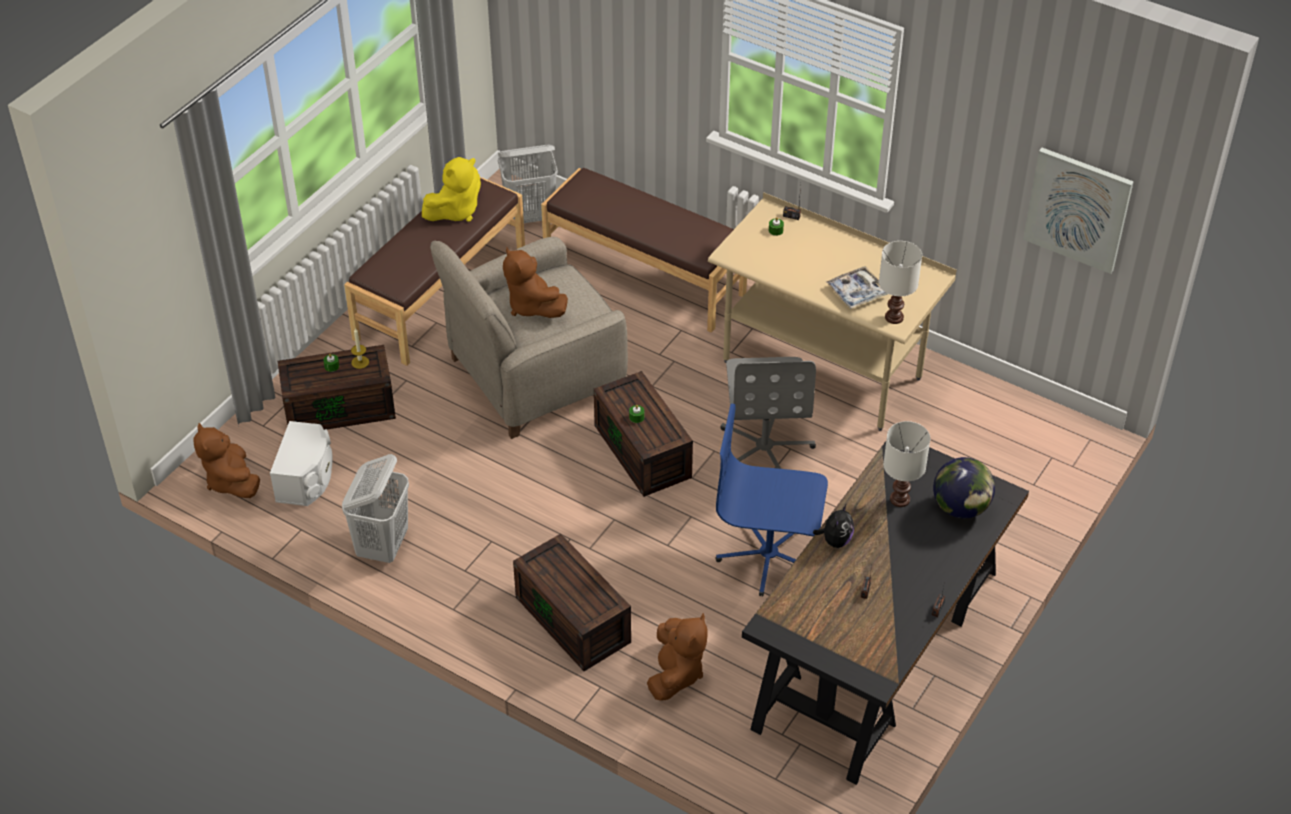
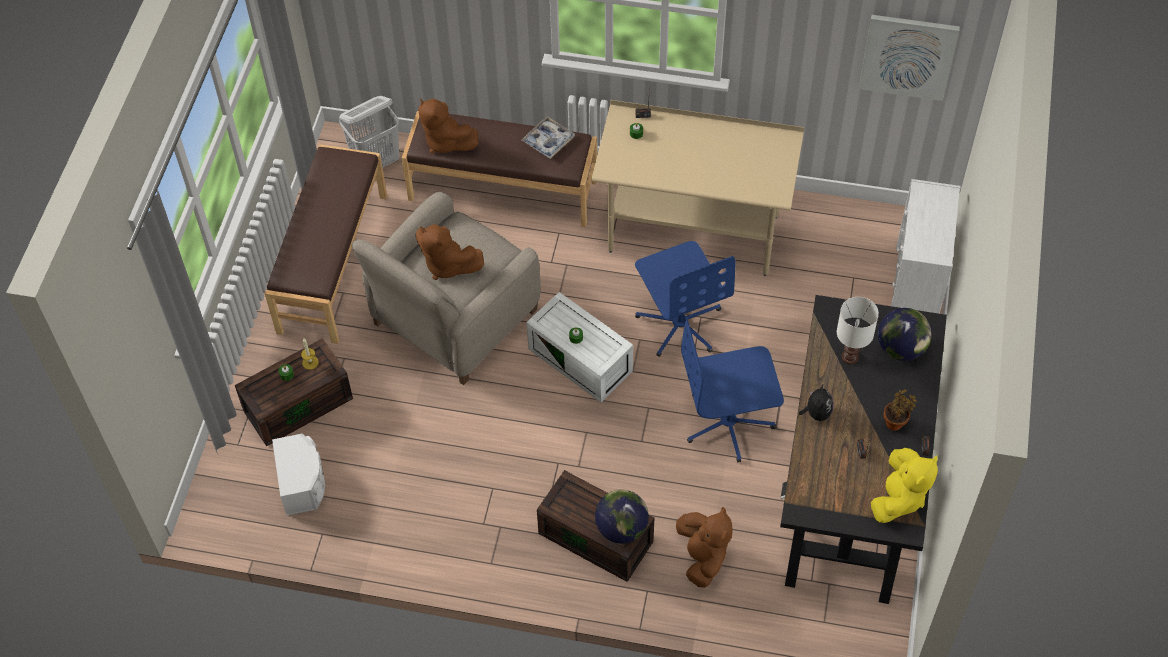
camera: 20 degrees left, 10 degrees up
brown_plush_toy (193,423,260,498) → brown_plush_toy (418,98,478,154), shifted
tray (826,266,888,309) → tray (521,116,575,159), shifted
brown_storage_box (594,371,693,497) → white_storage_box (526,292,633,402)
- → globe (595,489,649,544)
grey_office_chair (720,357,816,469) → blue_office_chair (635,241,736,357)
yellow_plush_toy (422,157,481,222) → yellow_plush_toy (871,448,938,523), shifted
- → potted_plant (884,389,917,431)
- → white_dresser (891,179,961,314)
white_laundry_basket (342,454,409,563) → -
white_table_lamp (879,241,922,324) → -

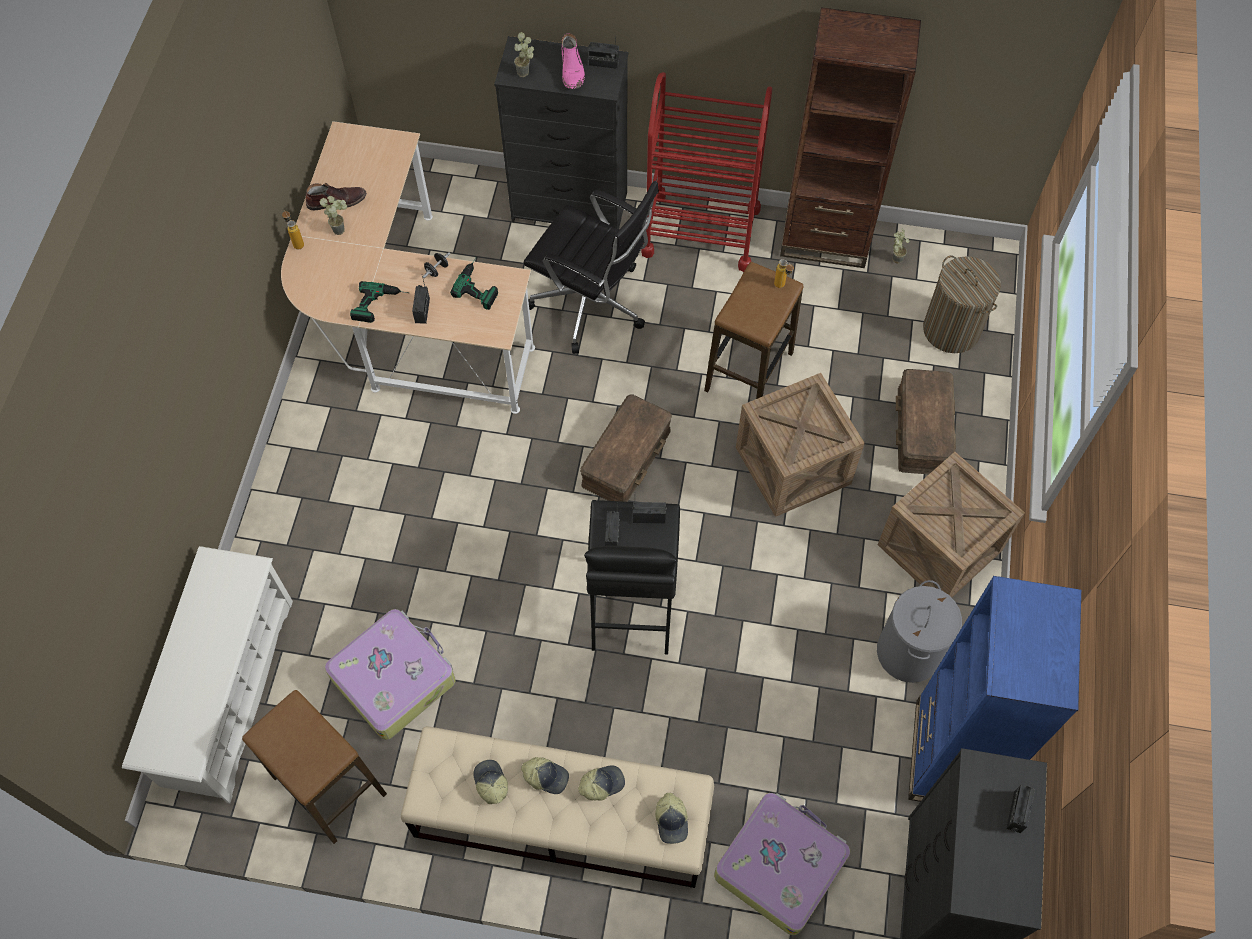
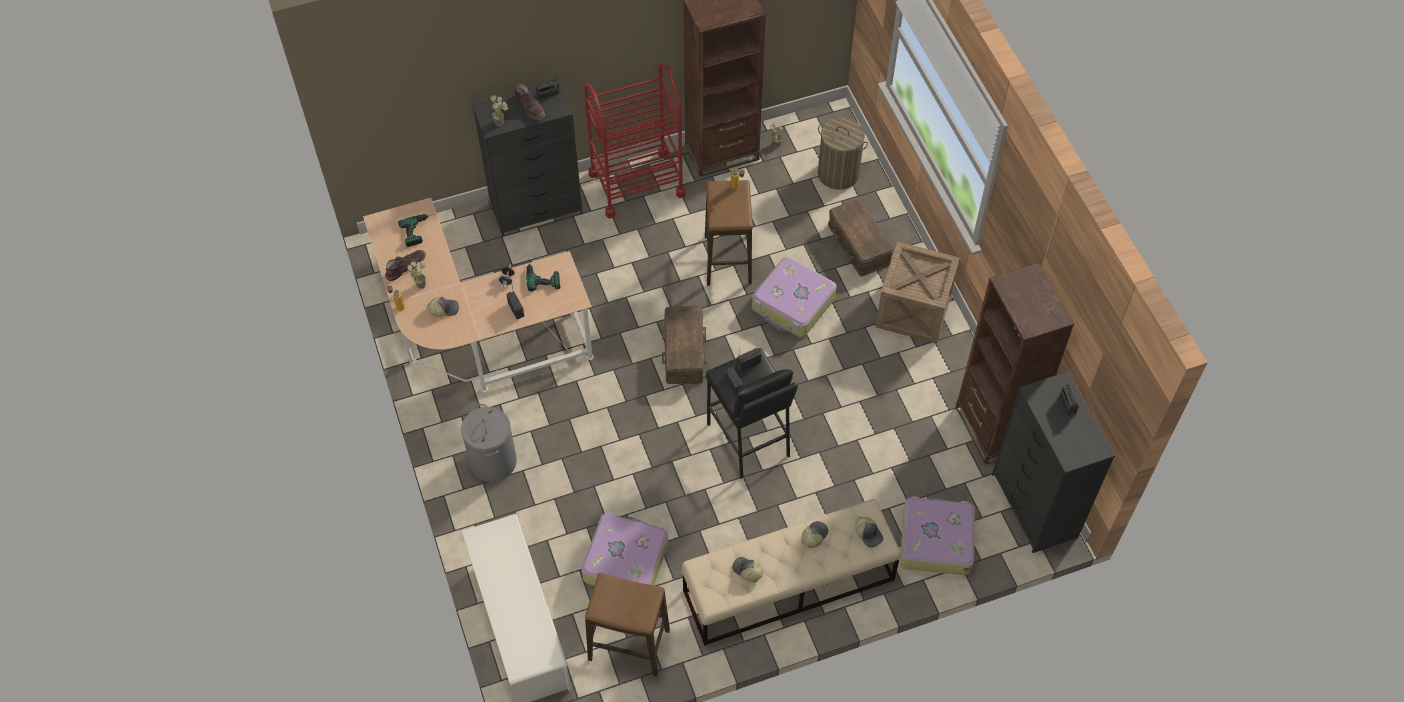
camera: 30 degrees left, 5 degrees down
power_drill (350,281,409,323) → power_drill (398,214,434,247), shifted
cap (521,757,569,794) → cap (427,296,459,317), shifted
grey_laundry_basket (877,580,962,683) → grey_laundry_basket (461,404,517,482), shifted
pink_boot (562,33,585,89) → brown_boot (515,83,545,120)
crate (736,373,865,517) → suitcase (752,257,837,337)
blue_bookcase (908,576,1081,802) → brown_bookcase (956,263,1074,465)
black_office_chair (523,181,659,354) → -

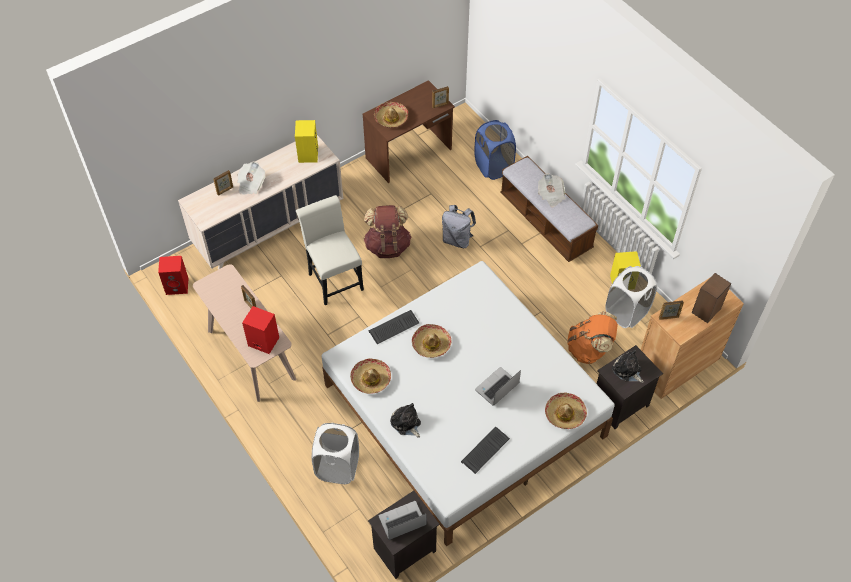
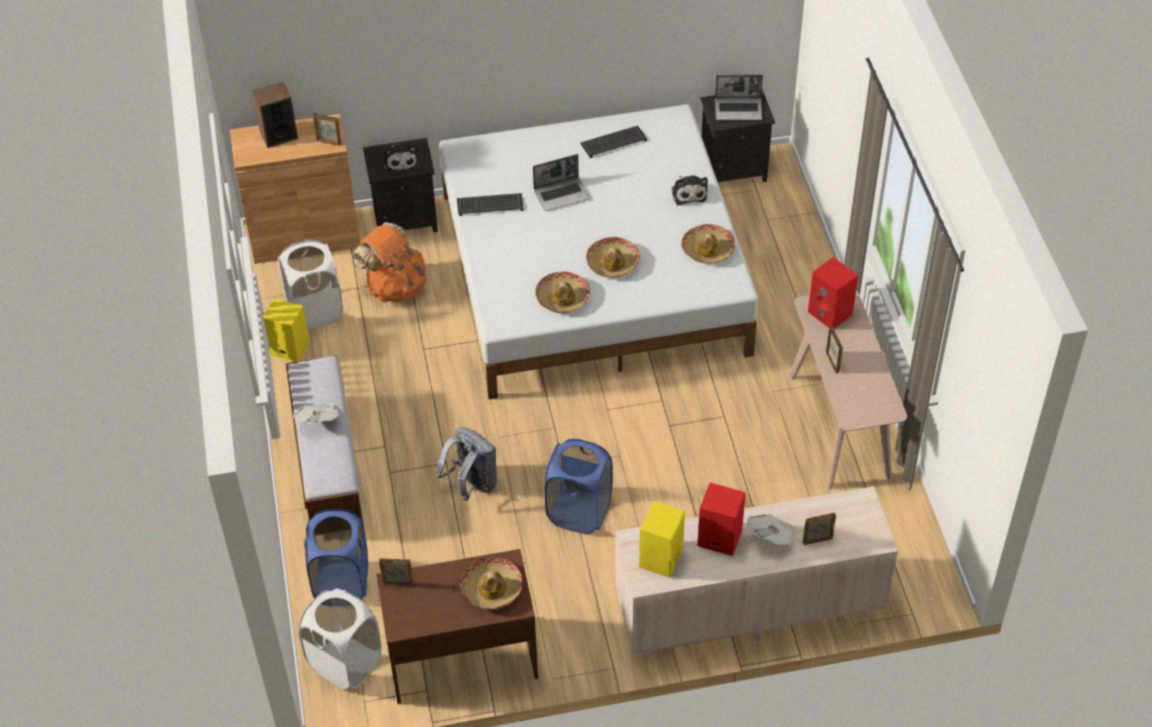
camera: 155 degrees left, 5 degrees down
white_laundry_basket (312,423,359,484) → white_laundry_basket (299,589,382,690), shifted
keyboard (368,310,419,344) → keyboard (457,193,523,216), shifted
hat (545,393,587,429) → hat (535,272,590,313), shifted
brown_backpack (364,205,411,258) → blue_laundry_basket (544,439,613,534)
red_speaker (158,256,188,295) → red_speaker (697,483,746,556), shifted
white_chair (296,195,364,305) → -

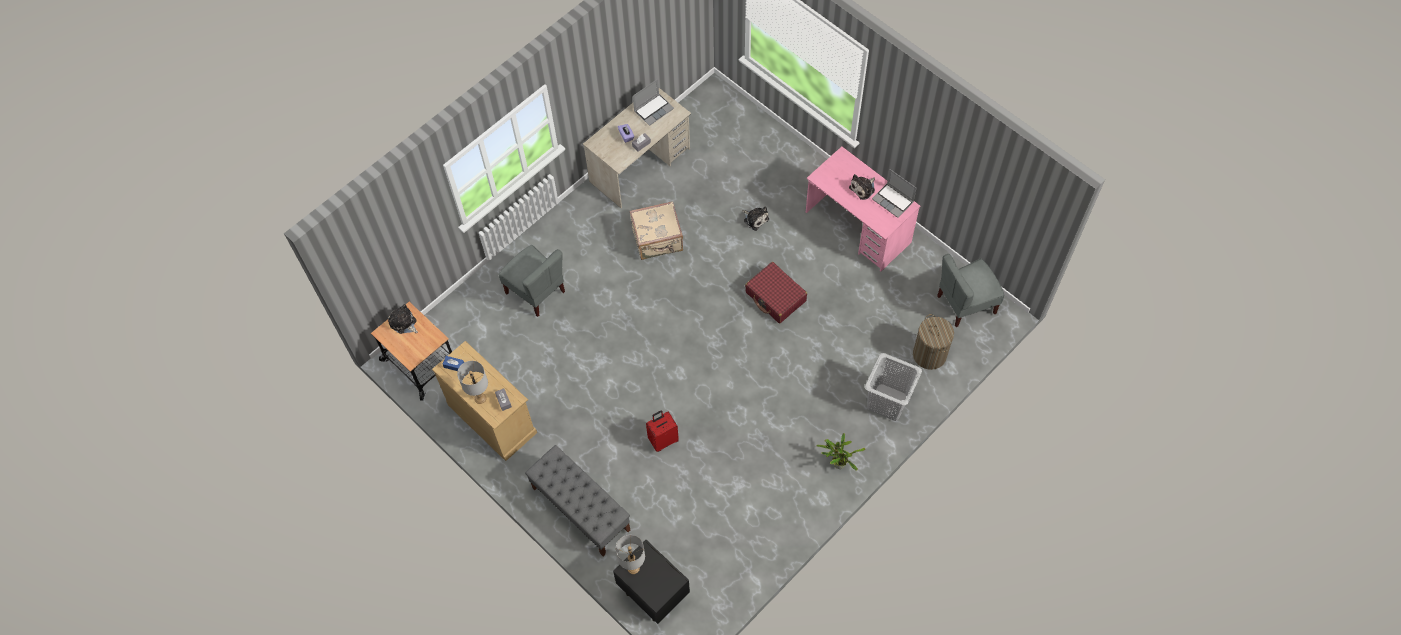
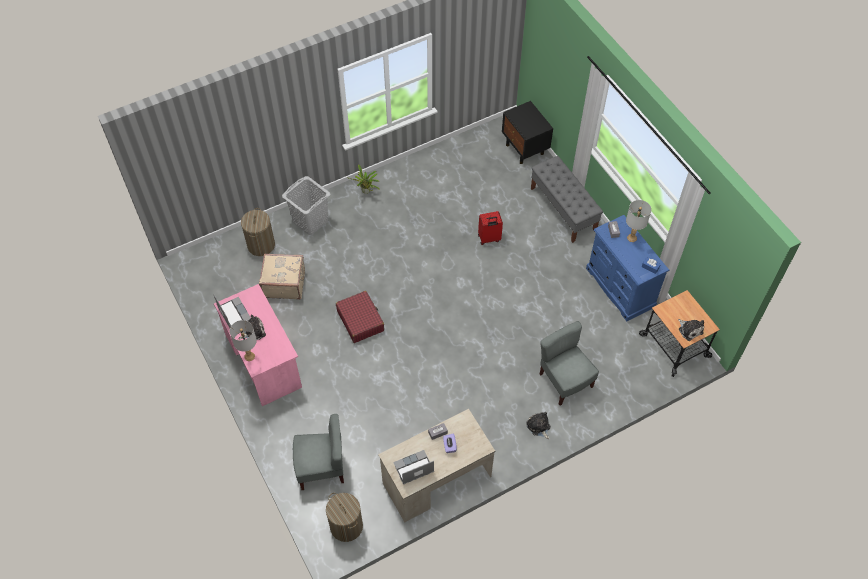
camera: 165 degrees left, 5 degrees down
grey_table_lamp (616,535,645,574) → grey_table_lamp (230,320,257,361), shifted
beige_suitcase (630,201,683,260) → beige_suitcase (259,253,305,299), shifted
grey_chair (937,254,1004,327) → grey_chair (293,414,344,490), shifted
- → laundry_basket (326,493,363,542)
plush_toy (742,206,769,231) → plush_toy (526,412,550,439), shifted
beige_dresser (432,341,537,461) → blue_dresser (586,215,669,321)

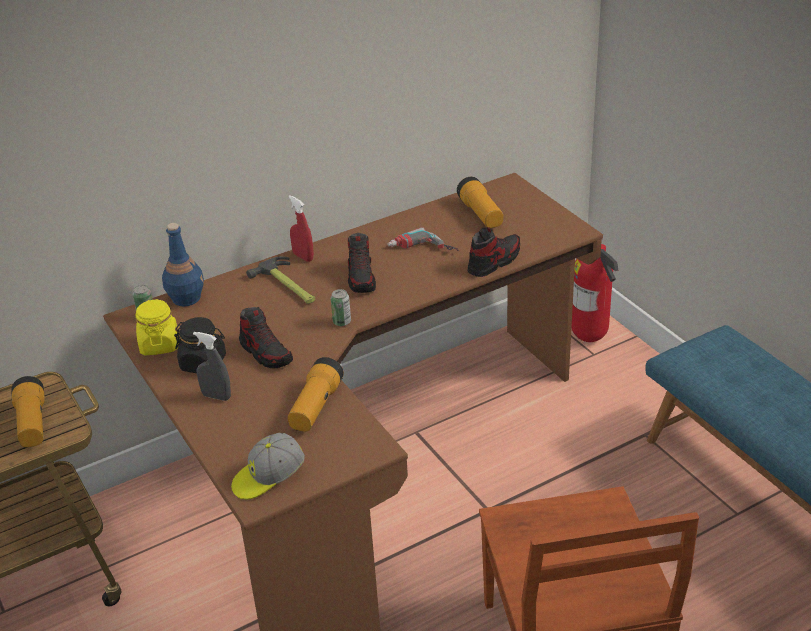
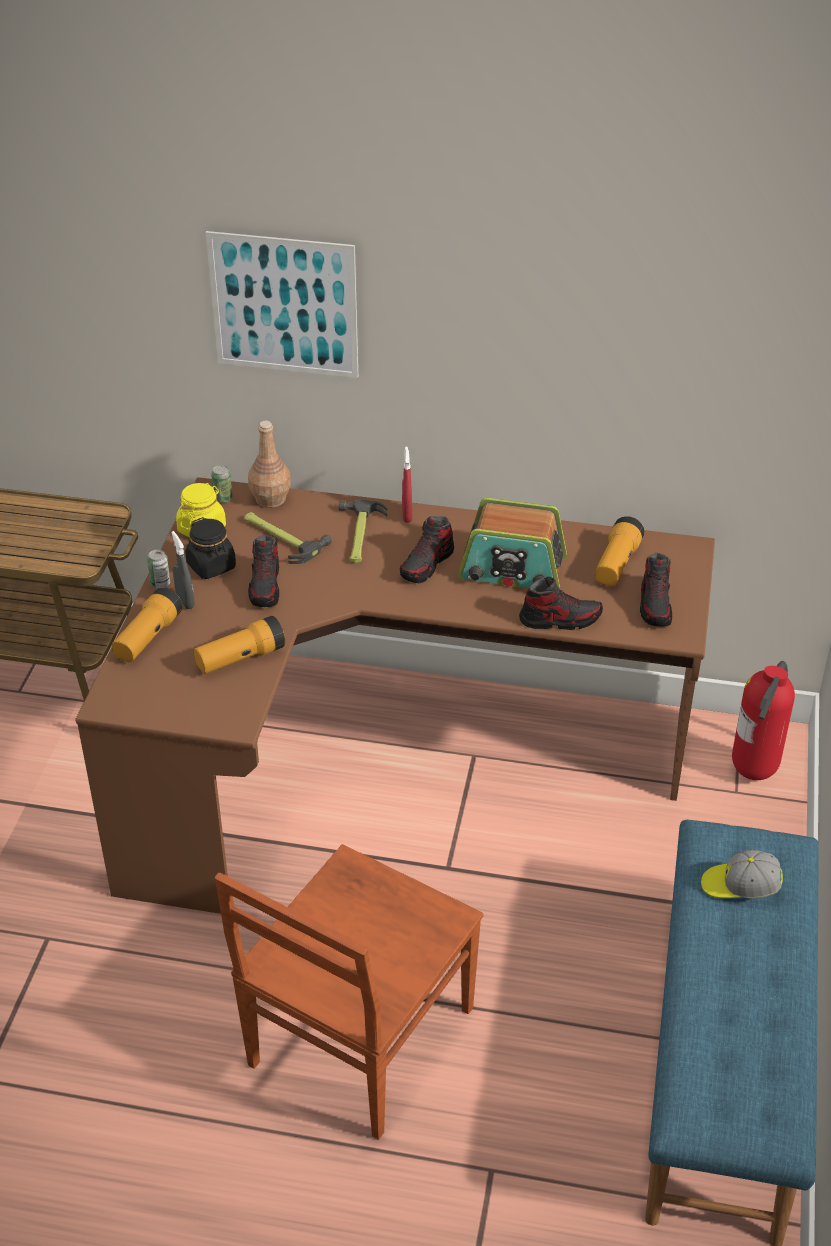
camera: 40 degrees right, 5 degrees up
flashlight (11,376,45,447) → flashlight (112,588,183,662), shifted
can (330,289,351,326) → can (147,549,171,589), shifted
- → picture (206,231,358,378)
- → hammer (244,512,332,564)
blue_bottle (162,223,204,306) → brown_bottle (248,421,291,508)
power_drill (387,227,459,251) → radio (458,498,567,589)
- → shoe (640,553,672,627)
cap (231,433,305,500) → cap (701,850,783,898), shifted

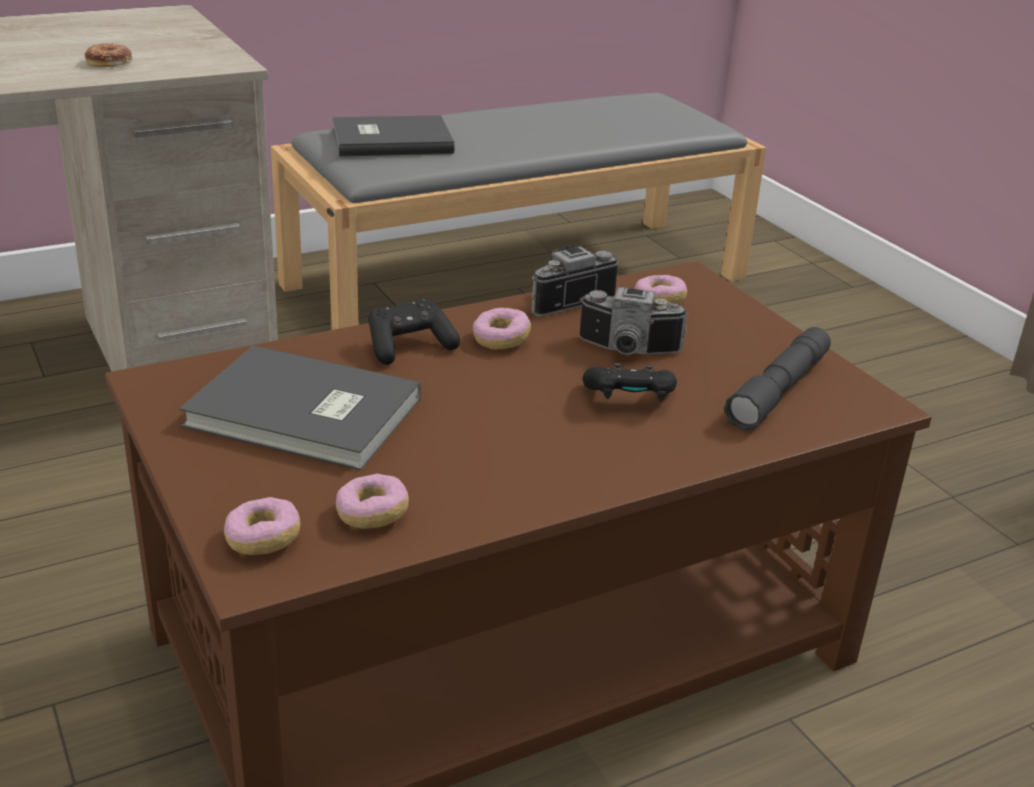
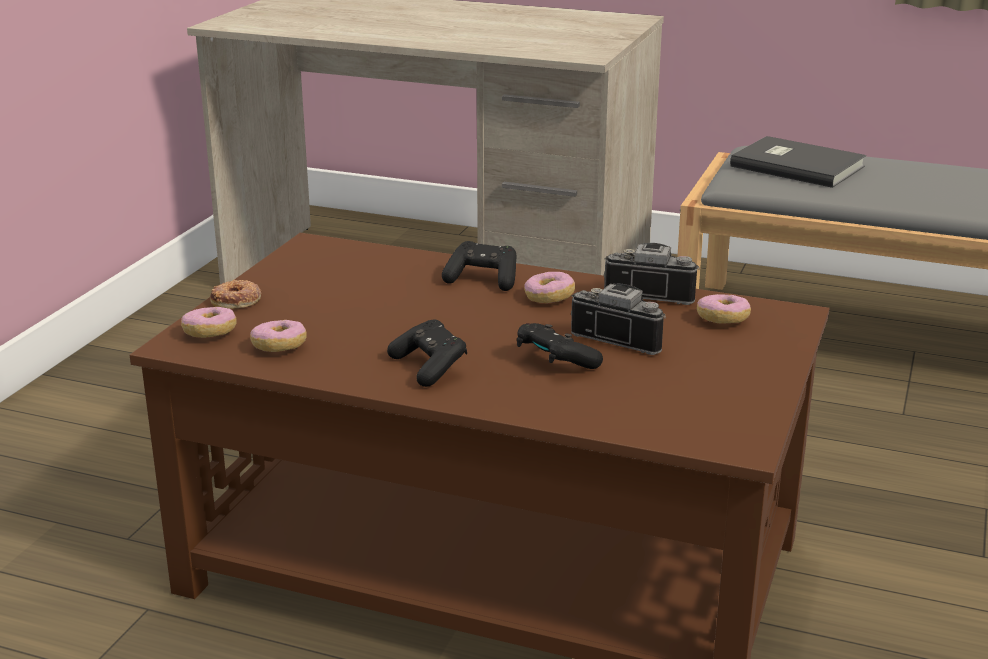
camera: 50 degrees right, 5 degrees down
donut (85,43,132,67) → donut (210,280,261,309), shifted
- → black_game_controller (387,319,467,387)
photo_camera (579,287,689,355) → photo_camera (571,283,666,355), 150 degrees clockwise
grey_book (179,345,421,471) → -
grey_flashlight (724,327,831,431) → -

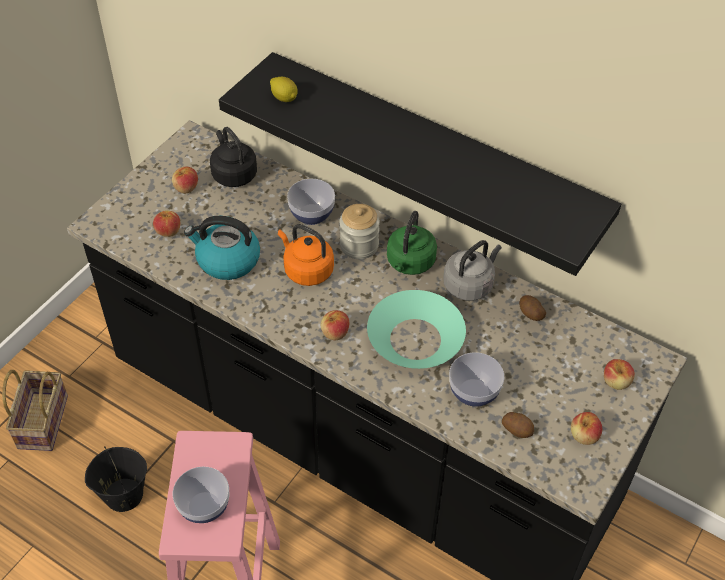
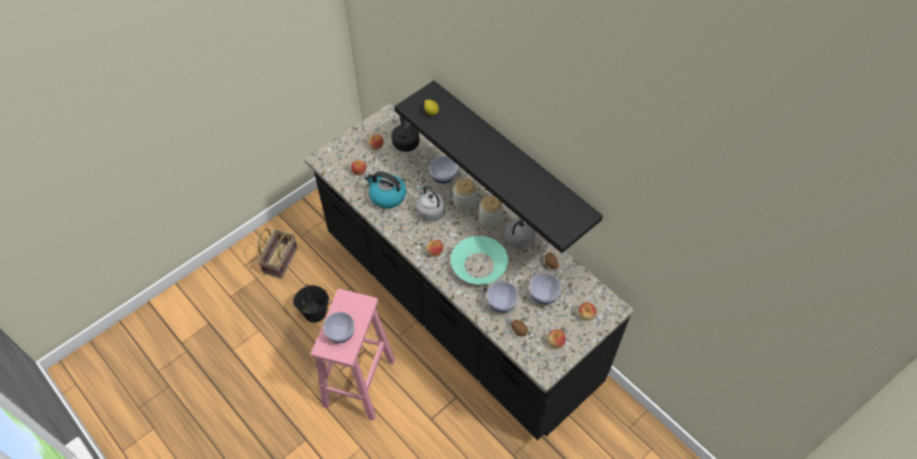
camera: 15 degrees right, 5 degrees up
orange_kettle (278,224,334,286) → grey_kettle (416,185,446,221)
green_kettle (387,211,437,275) → jar (479,195,504,228)
- → bowl (529,273,561,304)

